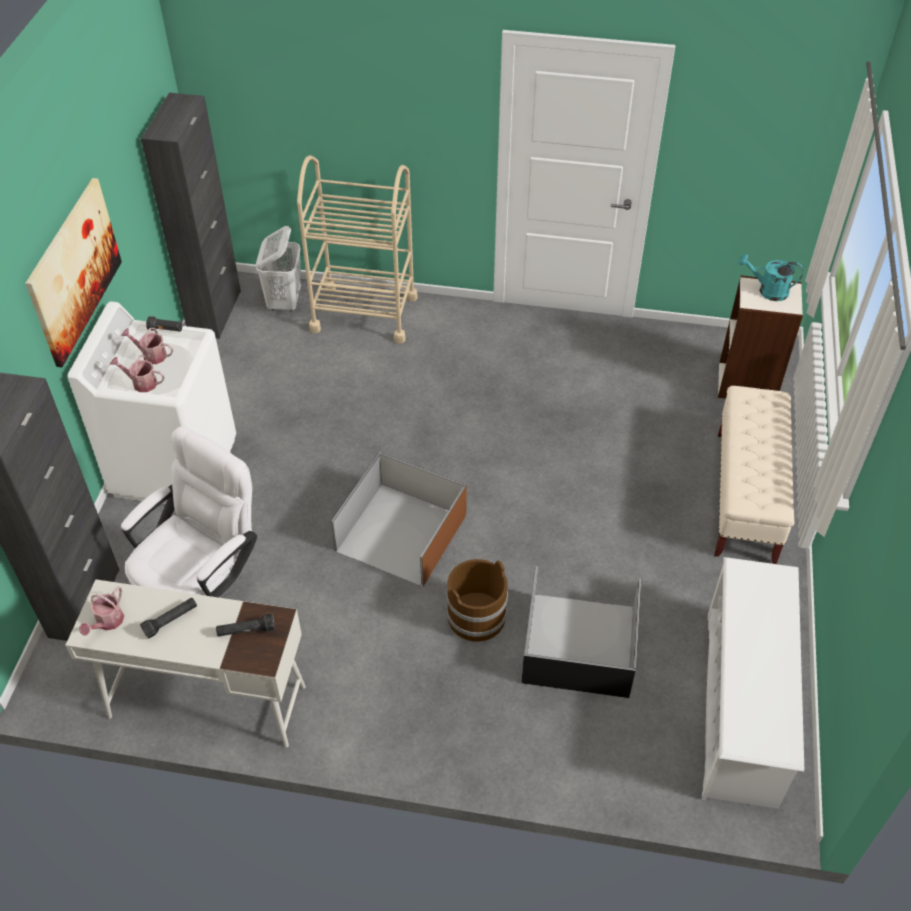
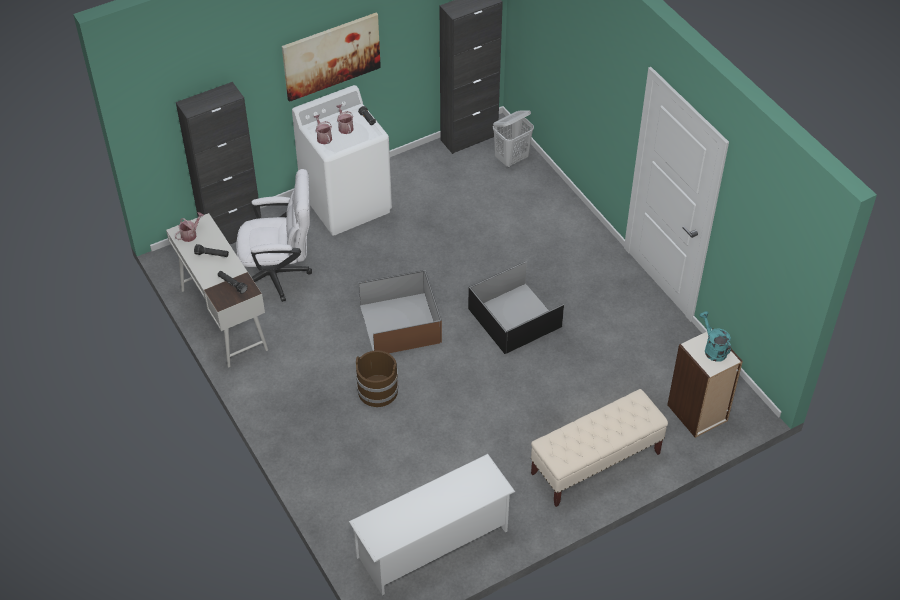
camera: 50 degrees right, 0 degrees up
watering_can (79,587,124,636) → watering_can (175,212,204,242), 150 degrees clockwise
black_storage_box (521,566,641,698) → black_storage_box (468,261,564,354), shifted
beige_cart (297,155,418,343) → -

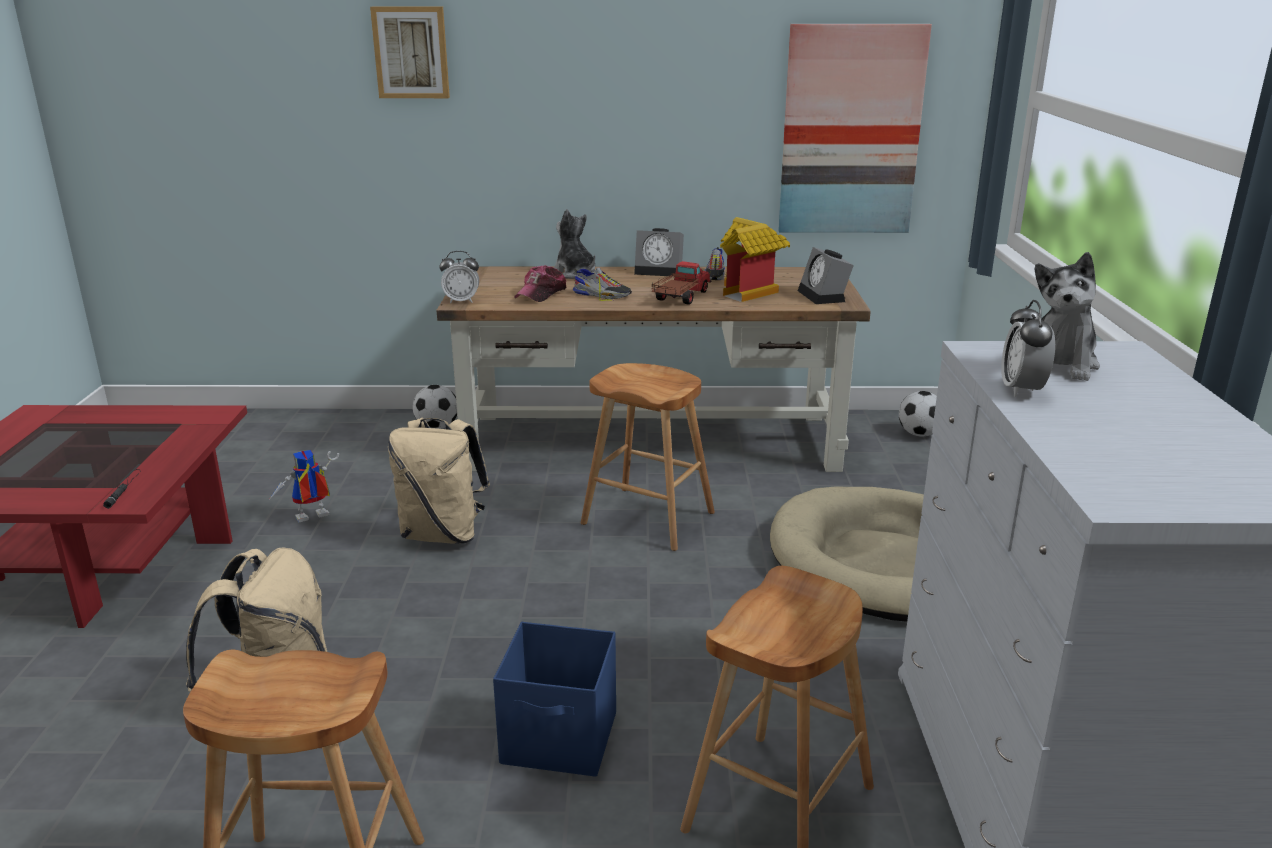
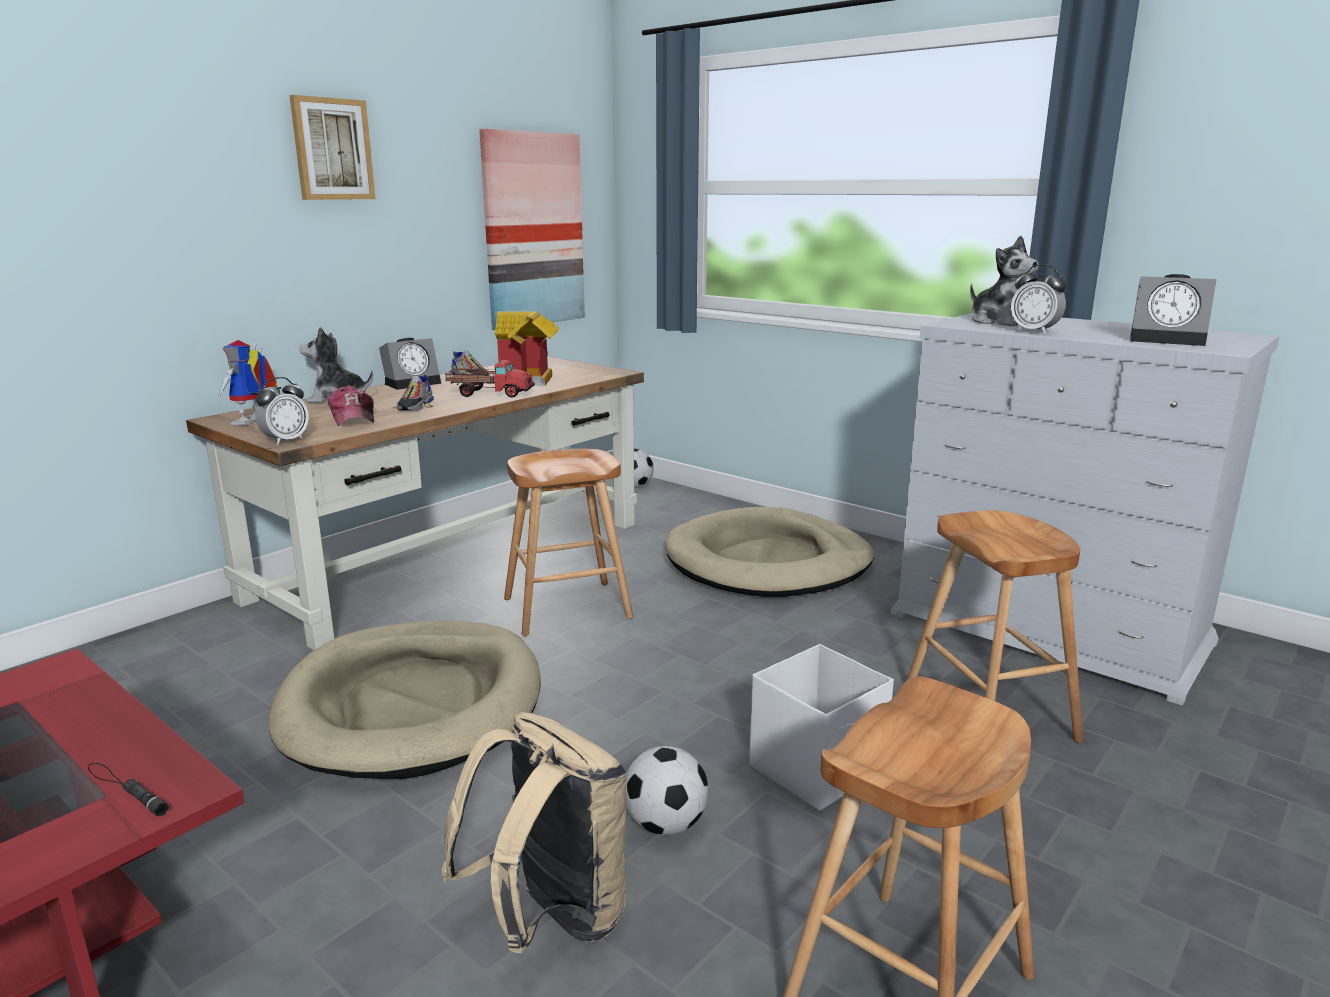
camera: 50 degrees left, 5 degrees down
toy_robot (268,450,339,522) → toy_robot (218,340,277,425), shifted
beige_backpack (388,418,490,543) → beige_dog_bed (268,621,541,779)
picture (370,7,450,98) → picture (289,95,376,200), shifted
shoe (573,268,632,301) → shoe (393,375,434,411), 120 degrees clockwise
toy_truck (651,261,712,304) → toy_truck (445,360,535,397), 120 degrees clockwise
football (413,385,457,429) → football (626,746,708,835), shifted
blue_storage_box (493,622,616,777) → white_storage_box (749,644,894,811)
alarm_clock (798,247,854,304) → alarm_clock (1130,274,1217,346), shifted

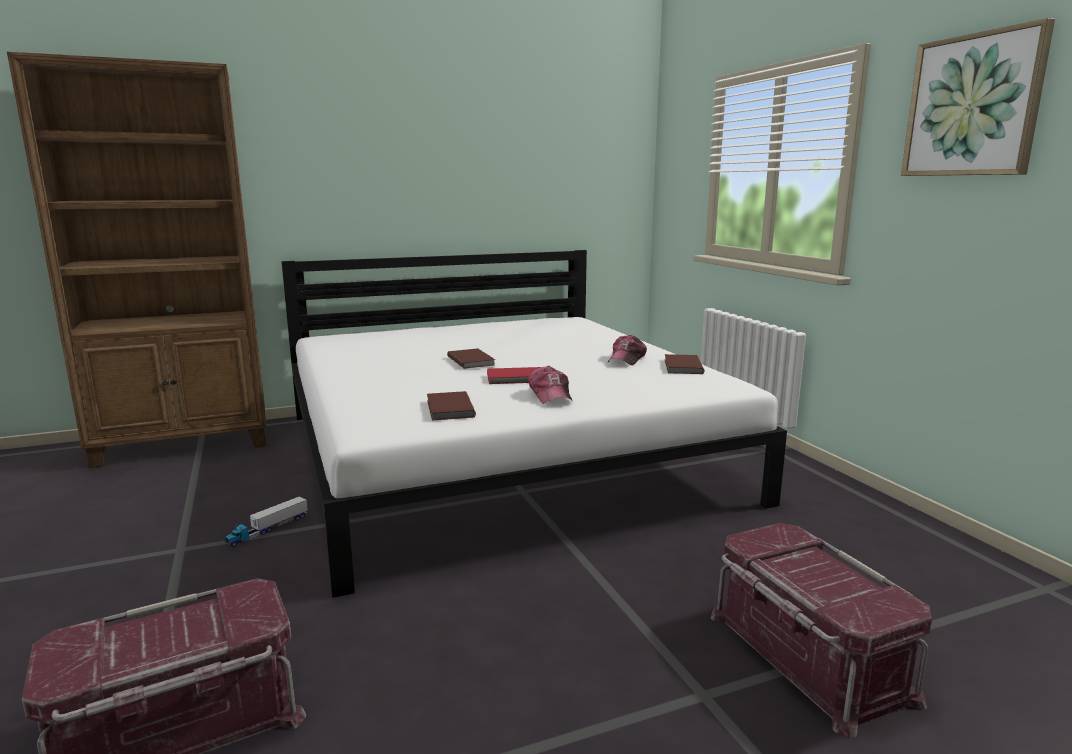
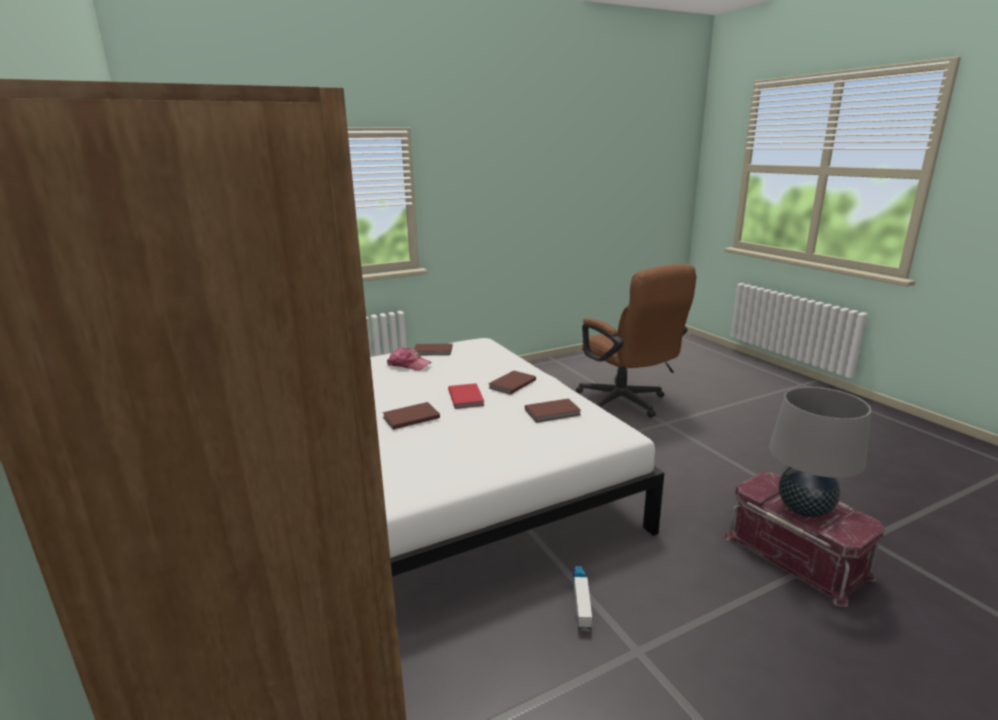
camera: 95 degrees left, 5 degrees up
cap (528,366,572,404) → brown_book (488,370,536,395)
toy_truck (224,496,308,547) → toy_truck (573,566,592,631), 120 degrees counterclockwise
red_storage_box (711,523,932,737) → brown_office_chair (576,264,696,418)
- → grey_table_lamp (769,387,871,517)
picture (901,18,1055,176) → -

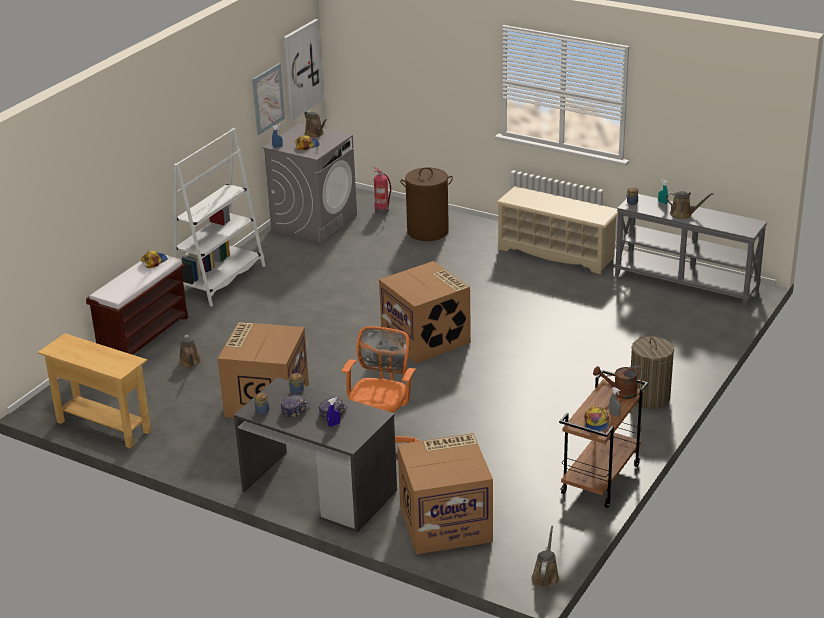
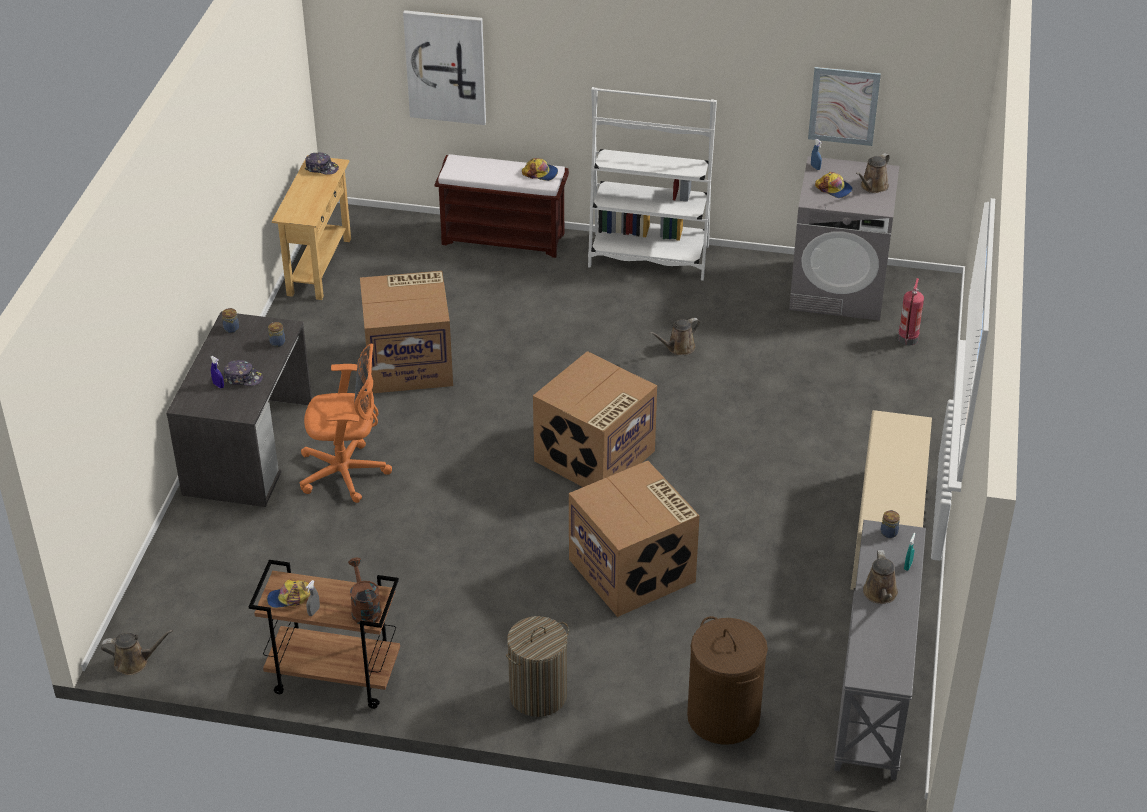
camera: 70 degrees right, 10 degrees up
cap (281,395,311,419) → cap (305,152,339,175), shifted
picture (283,19,323,120) → picture (403,10,486,125), shifted
cardboard_box (398,433,493,554) → cardboard_box (569,461,700,617), shifted
brown_watering_can (179,335,202,367) → brown_watering_can (649,318,700,355), shifted
brown_laundry_basket (400,167,453,241) → brown_laundry_basket (687,616,768,745), shifted

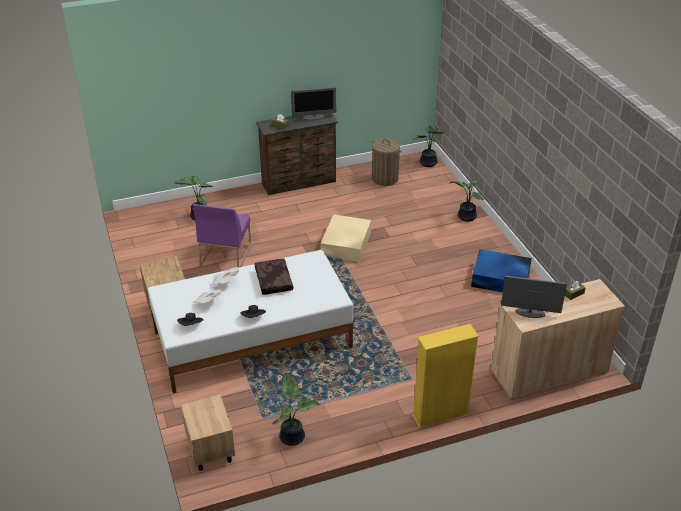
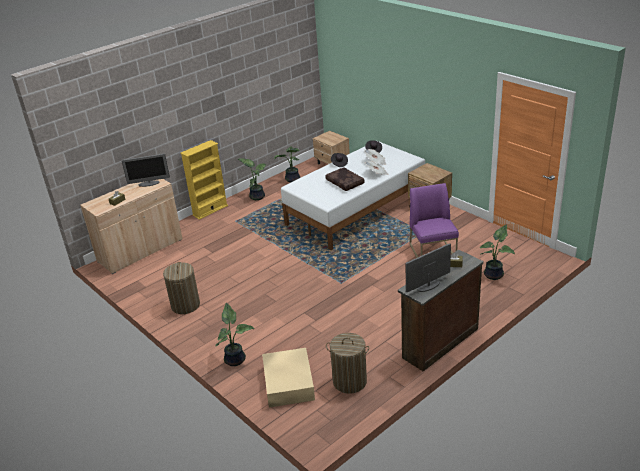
camera: 160 degrees right, 5 degrees down
blue_storage_box (471,249,532,292) → laundry_basket (163,262,200,314)
potted_plant (413,125,445,167) → potted_plant (238,158,267,200), shifted
beige_storage_box (321,214,371,262) → beige_storage_box (262,348,315,408), shifted

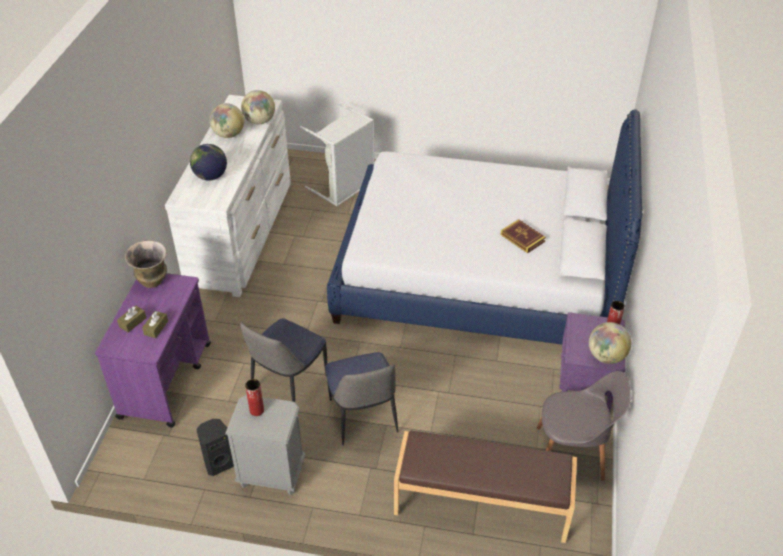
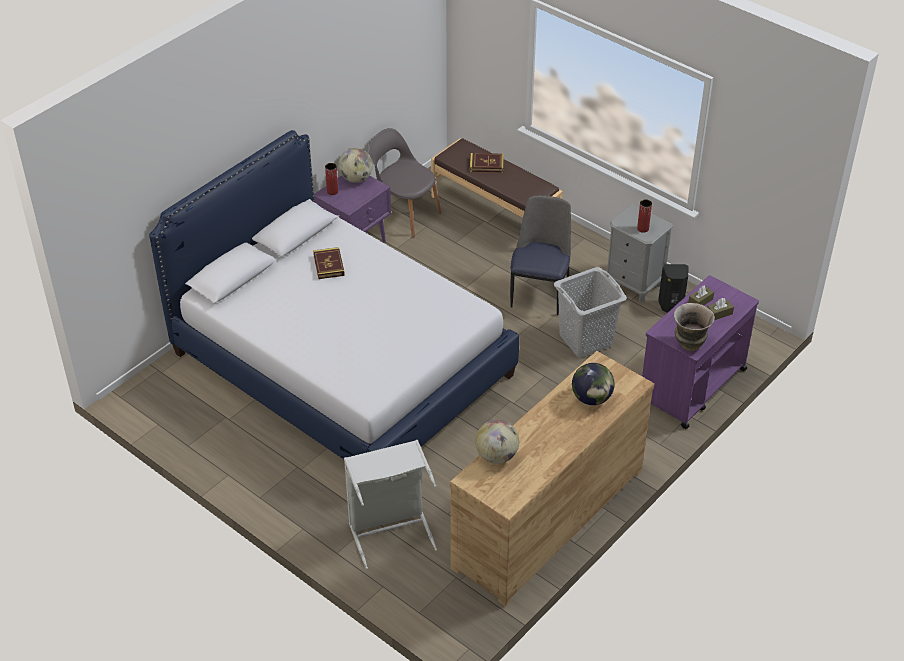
camera: 150 degrees left, 0 degrees up
white_dresser (165,95,291,297) → brown_dresser (450,351,654,606)
- → book (470,153,504,173)
chair (240,318,327,402) → grey_laundry_basket (554,267,627,357)
globe (209,103,244,138) → -

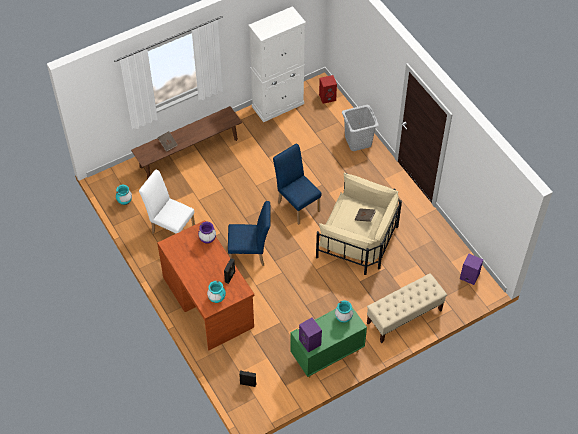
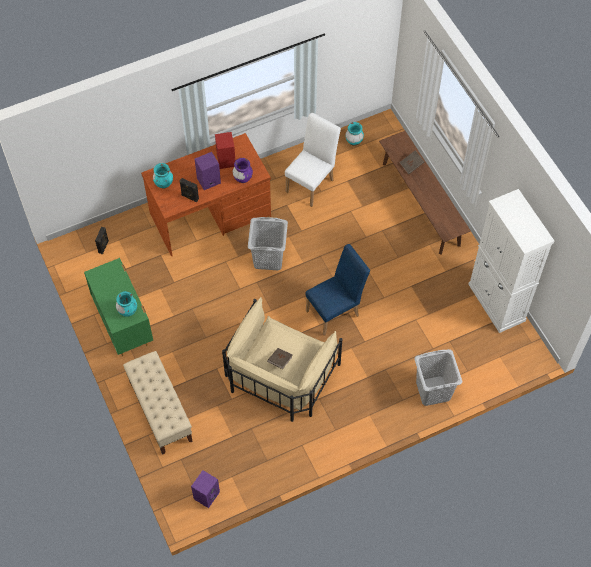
camera: 95 degrees right, 5 degrees up
purple_speaker (299,317,322,353) → purple_speaker (195,152,221,190), shifted
red_speaker (319,75,337,104) → red_speaker (215,132,235,169), shifted
blue_chair (228,201,270,266) → grey_laundry_basket (248,217,288,270)

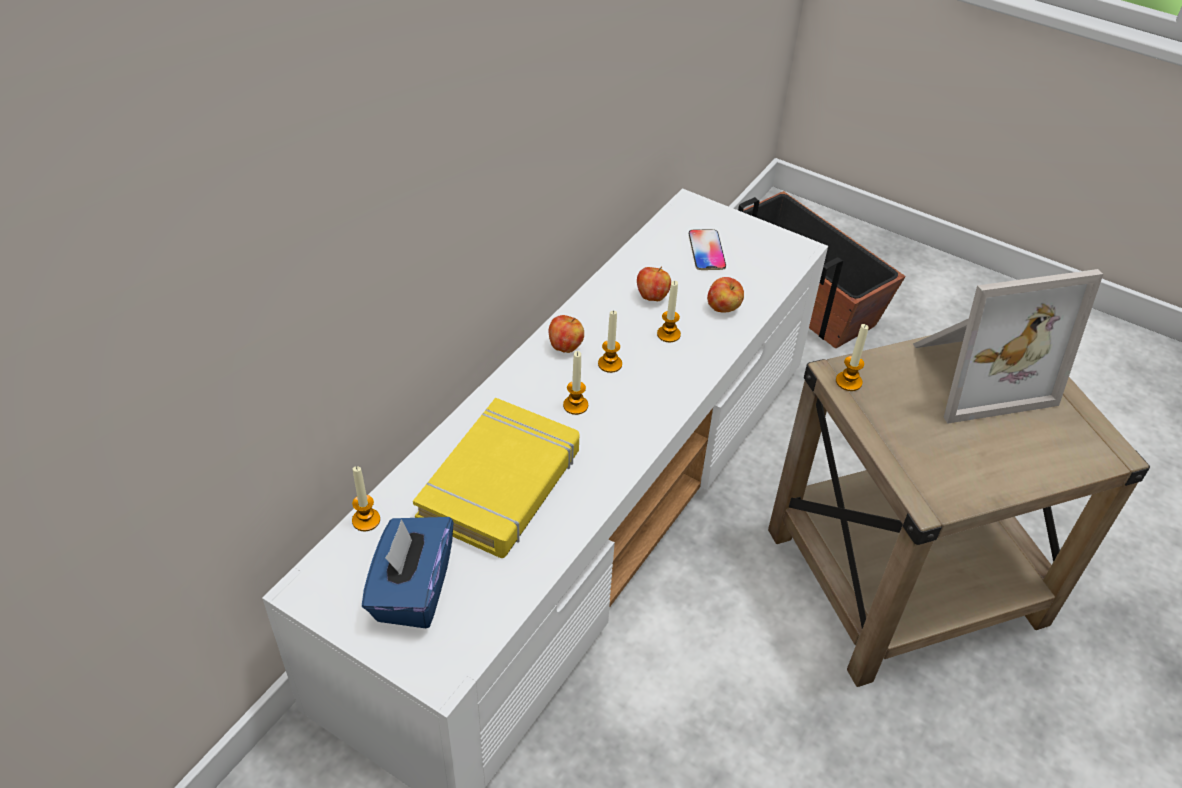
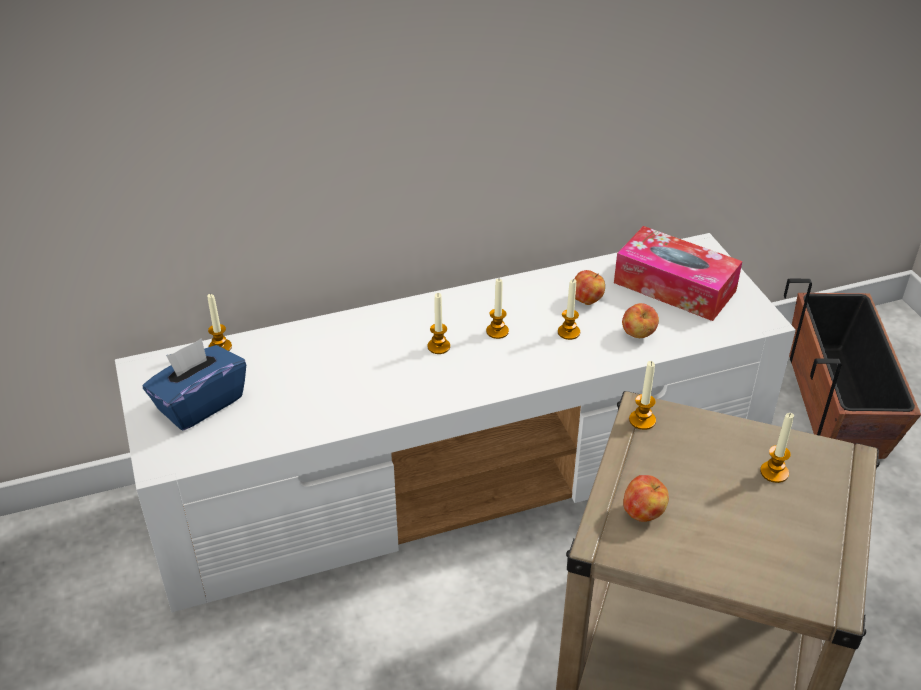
camera: 40 degrees right, 5 degrees down
phone (689,229,726,270) → tissue_box (614,226,742,321)
apple (549,315,584,353) → apple (623,475,669,522), shifted
picture_frame (913,269,1103,424) → candle (760,413,794,483)
yellow_book (413,397,579,558) → -

